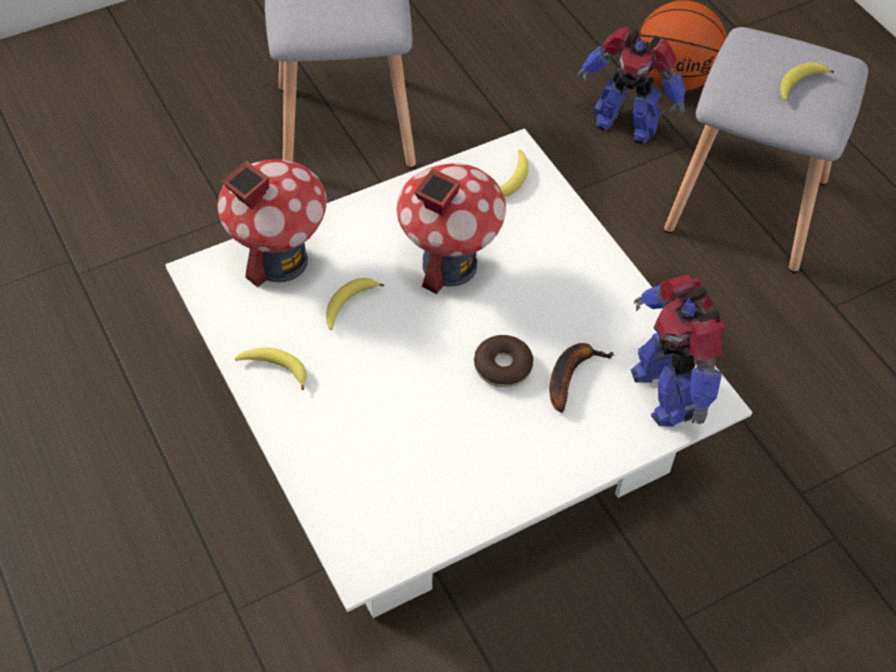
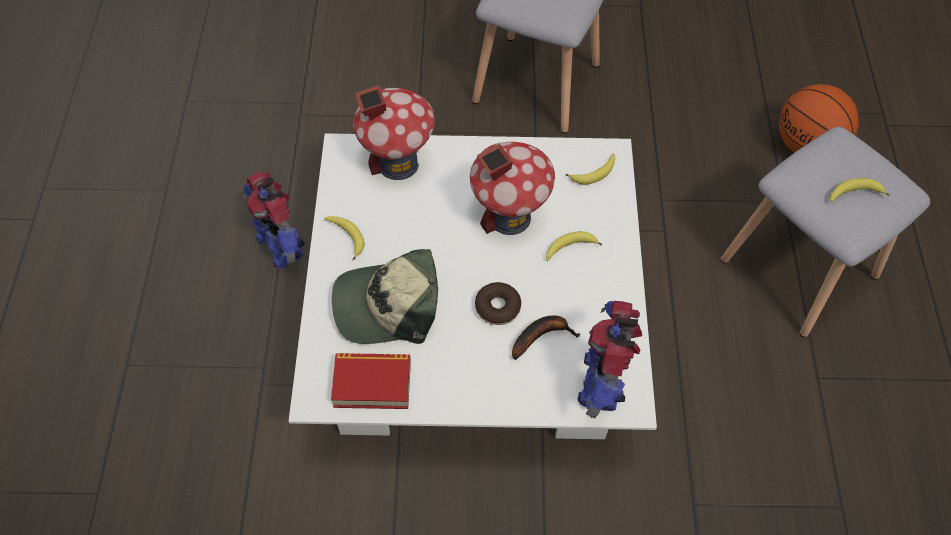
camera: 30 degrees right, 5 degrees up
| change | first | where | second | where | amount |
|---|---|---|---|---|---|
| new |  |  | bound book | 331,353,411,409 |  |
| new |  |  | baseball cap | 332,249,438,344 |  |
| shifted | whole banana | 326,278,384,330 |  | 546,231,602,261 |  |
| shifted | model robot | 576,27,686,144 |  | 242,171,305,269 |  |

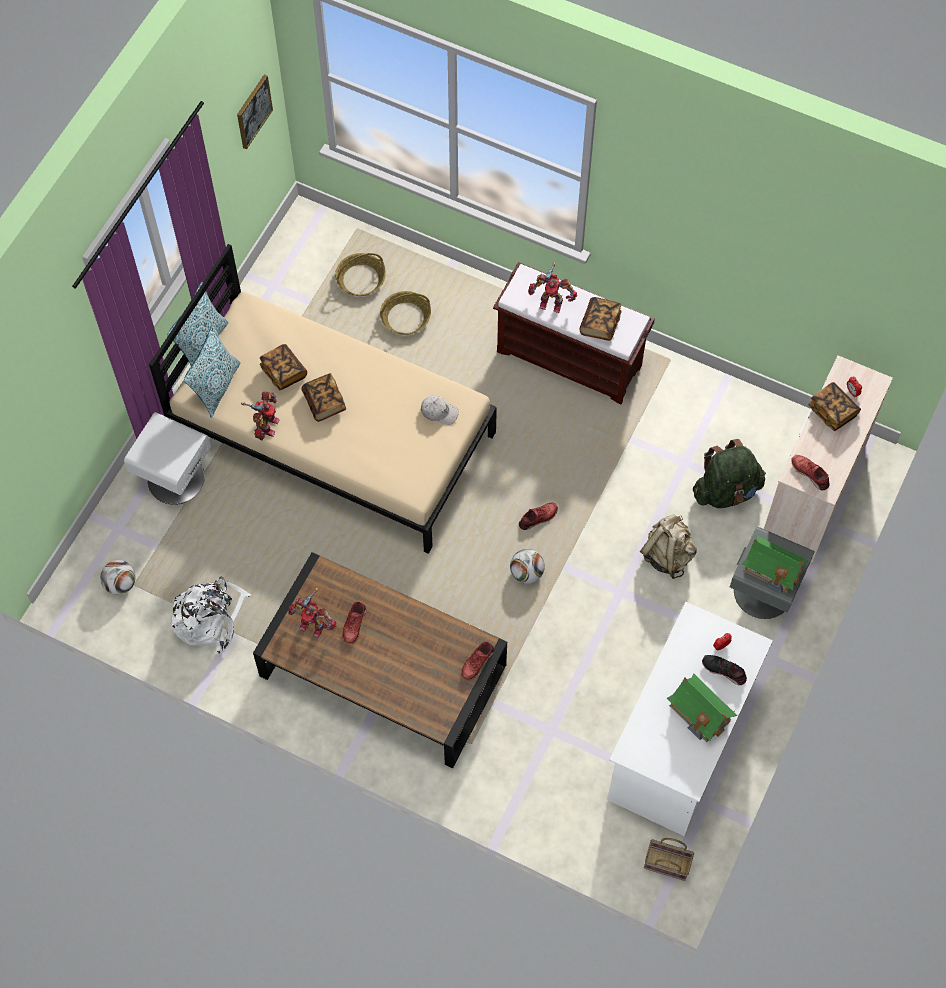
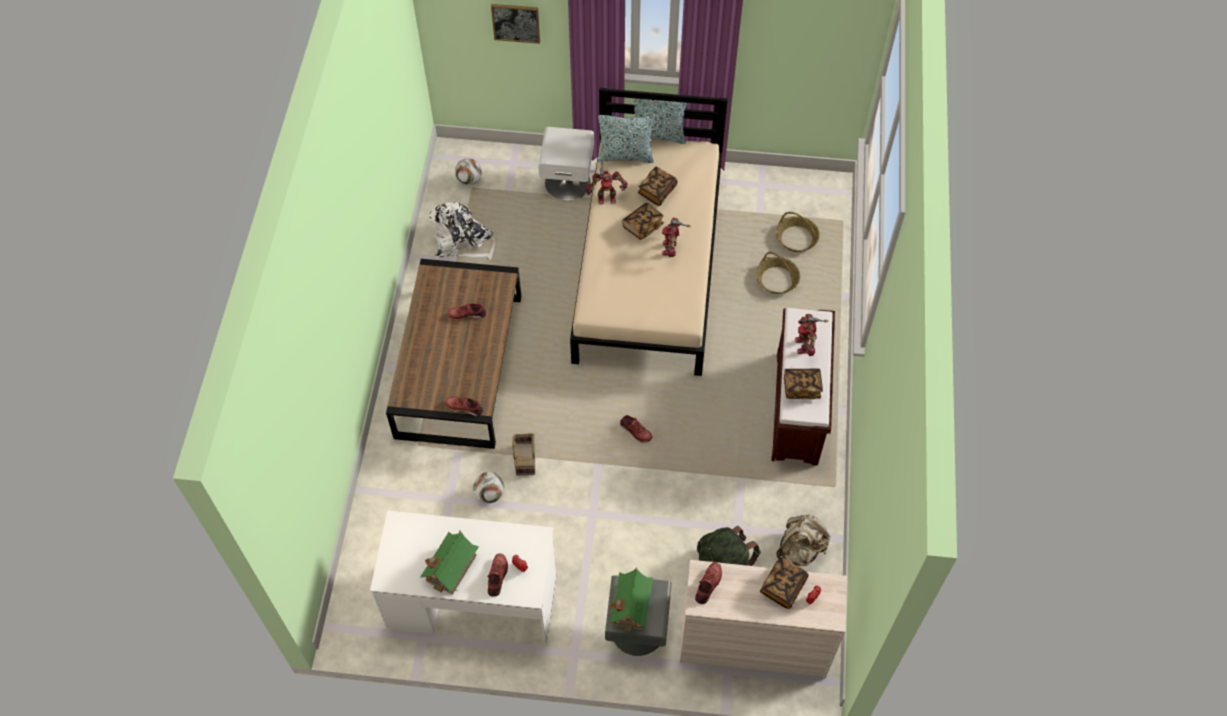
camera: 70 degrees right, 5 degrees down
| change | first | where | second | where | amount |
|---|---|---|---|---|---|
| gone | white-coloured baseball cap | 421,396,459,425 |  |  |  |
| shifted | wall picture | 237,74,273,150 |  | 491,4,540,44 |  |
| shifted | model robot | 288,587,336,638 |  | 662,218,691,257 |  |
| shifted | ball for football | 510,549,545,584 |  | 473,472,504,503 |  |
| shifted | beige backpack | 640,514,697,579 |  | 776,514,830,566 |  |
| shifted | household basket | 644,838,694,881 |  | 513,433,535,476 |  |
| repainted | black-coloured item of footwear | 702,655,747,685 | red item of footwear | 487,553,508,597 |  |

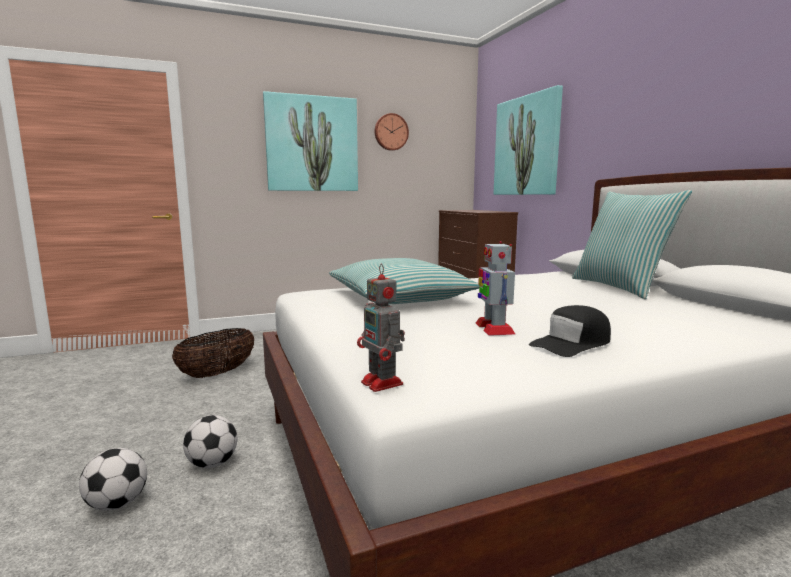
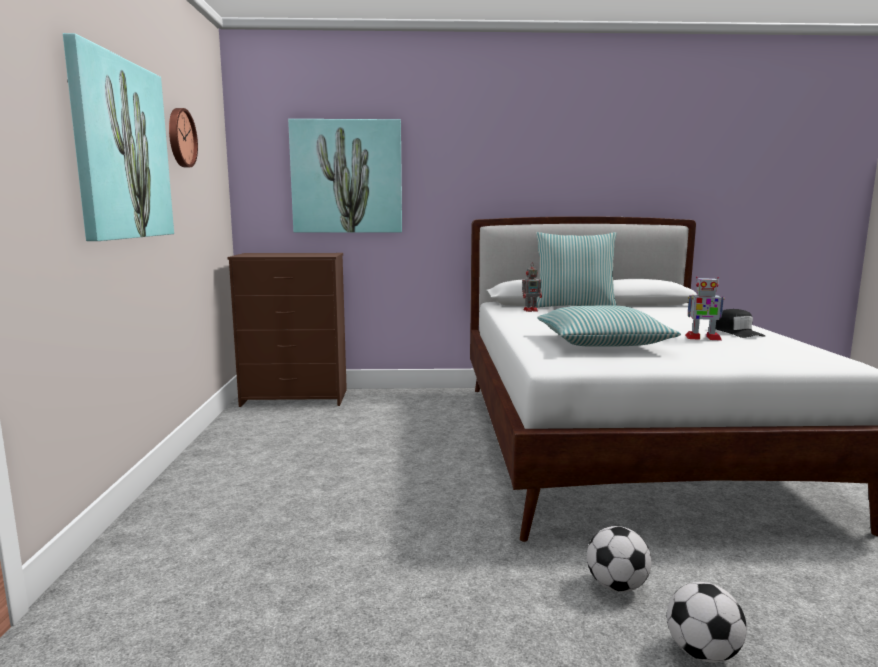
camera: 70 degrees left, 0 degrees up
| change | first | where | second | where | amount |
|---|---|---|---|---|---|
| gone | household basket | 172,328,254,378 |  |  |  |
| shifted | model robot | 357,264,405,392 |  | 522,263,542,312 |  |

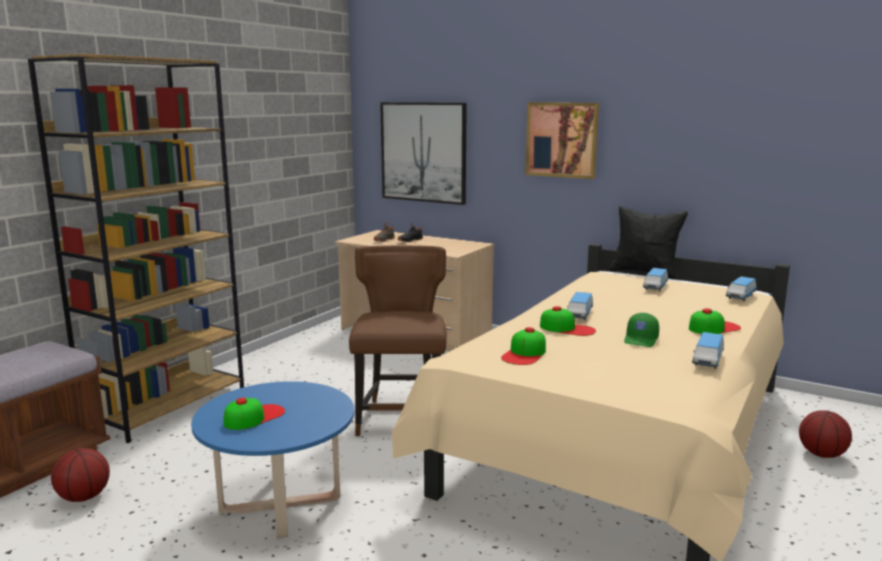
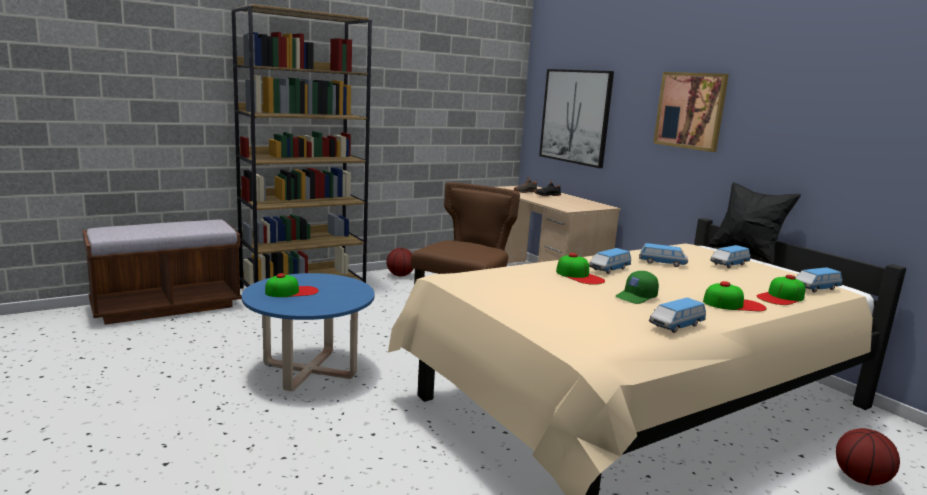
camera: 25 degrees right, 0 degrees up
| change | first | where | second | where | amount |
|---|---|---|---|---|---|
| new |  |  | model car | 639,243,688,267 |  |
| shifted | ball for basketball | 51,448,110,502 |  | 387,248,413,276 |  |
| shifted | baseball cap | 501,327,546,365 |  | 756,275,805,305 |  |

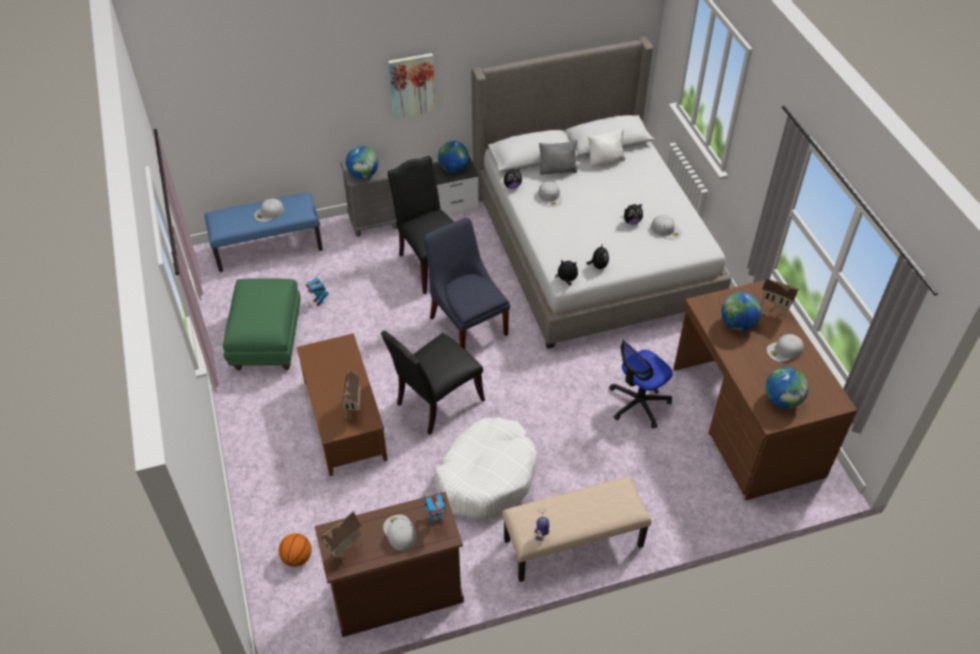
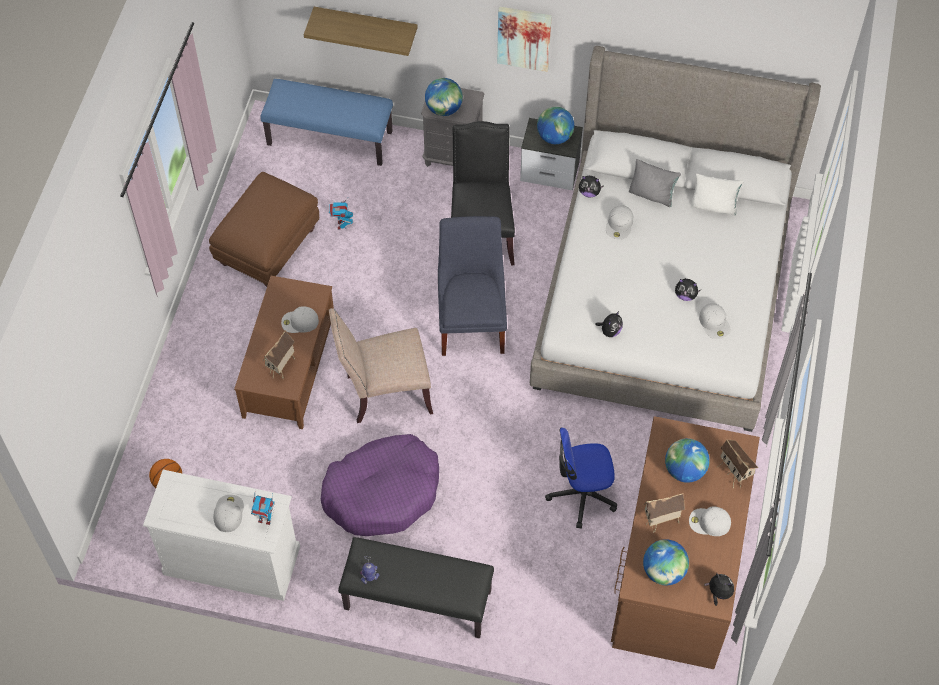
camera: 30 degrees right, 10 degrees up
| change | first | where | second | where | amount |
|---|---|---|---|---|---|
| new |  |  | shelf | 304,7,418,56 |  |
| shifted | white-coloured baseball cap | 254,198,284,222 |  | 281,306,319,333 |  |
| shifted | toy house | 321,511,363,564 |  | 644,493,685,533 |  |
| shifted | soft toy | 555,260,578,286 |  | 704,573,734,606 |  |
| repainted | green-coloured ottoman | 223,278,301,370 | brownish ottoman | 209,172,319,287 |  |
| repainted | brownish chest of drawers | 315,492,464,637 | white-coloured chest of drawers | 143,469,300,601 |  |
| repainted | black-coloured plain chair | 381,331,485,435 | beige plain chair | 329,308,433,423 |  |
| repainted | white-coloured dog cushion | 434,417,537,519 | purple-coloured dog cushion | 321,434,439,536 |  |
| repainted | beige long seat | 502,476,652,582 | black-coloured long seat | 338,537,494,638 |  |

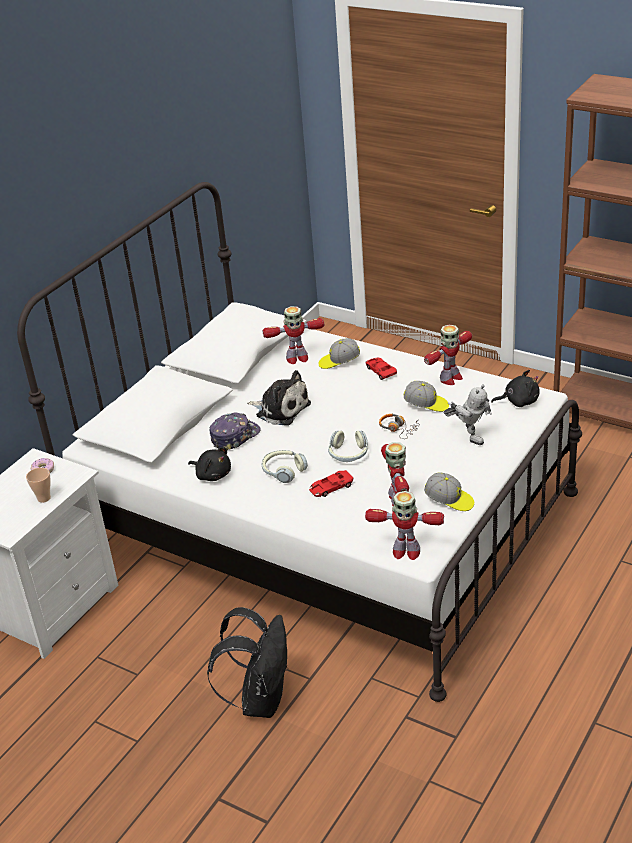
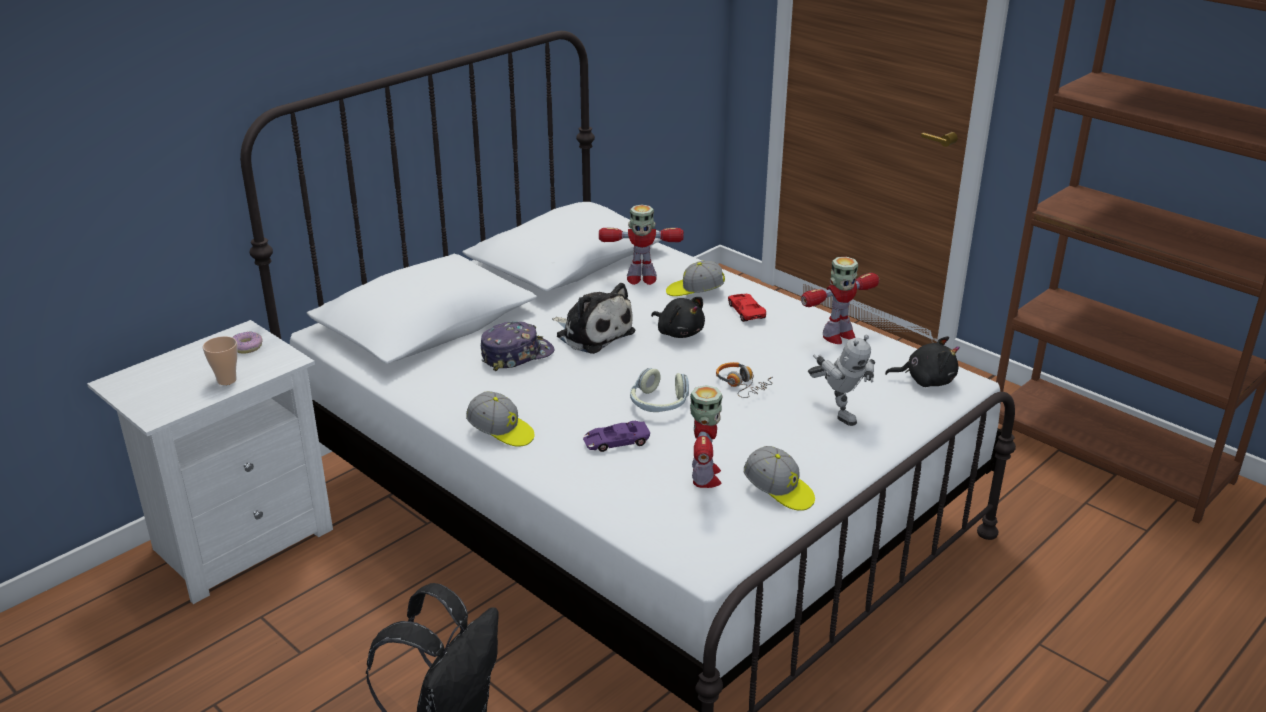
camera: 10 degrees right, 5 degrees down
| change | first | where | second | where | amount |
|---|---|---|---|---|---|
| gone | headset | 262,450,308,483 |  |  |  |
| gone | model robot | 365,491,444,560 |  |  |  |
| shifted | black-coloured soft toy | 188,447,231,481 |  | 651,297,705,338 |  |
| shifted | baseball cap | 403,381,449,412 |  | 466,391,535,446 |  |
| repainted | red model car | 309,470,353,497 | purple-coloured model car | 583,421,650,452 |  |

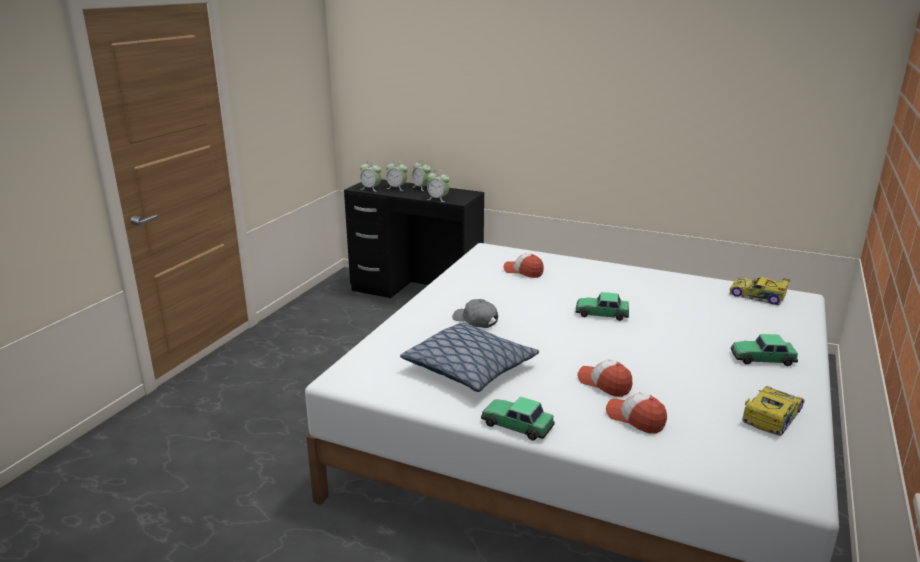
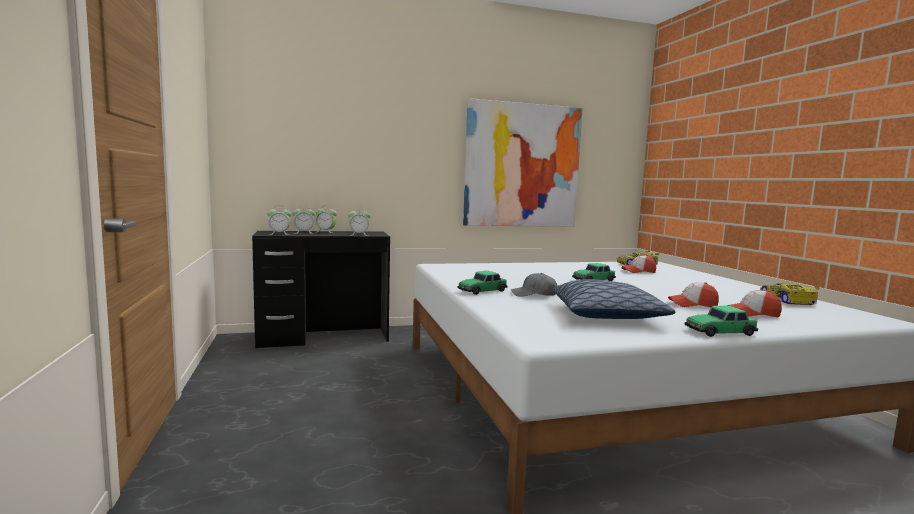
camera: 40 degrees left, 15 degrees down
| change | first | where | second | where | amount |
|---|---|---|---|---|---|
| new |  |  | wall picture | 463,98,583,227 |  |
| shifted | baseball cap | 503,253,544,278 |  | 621,255,656,273 |  |
| shifted | model car | 731,334,798,366 |  | 457,271,508,295 |  |

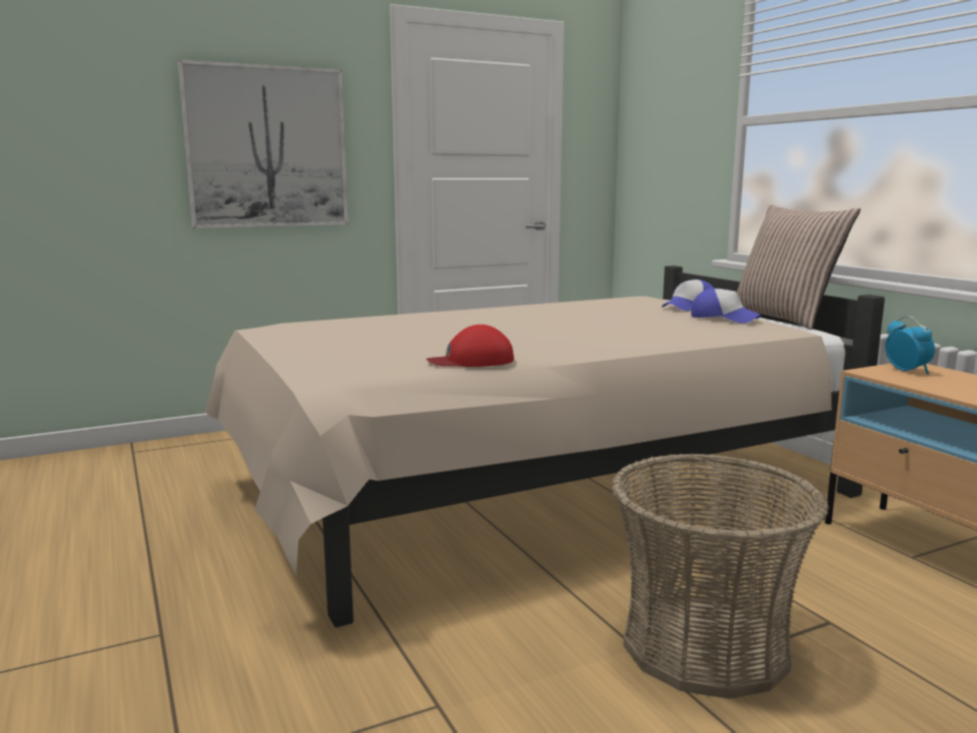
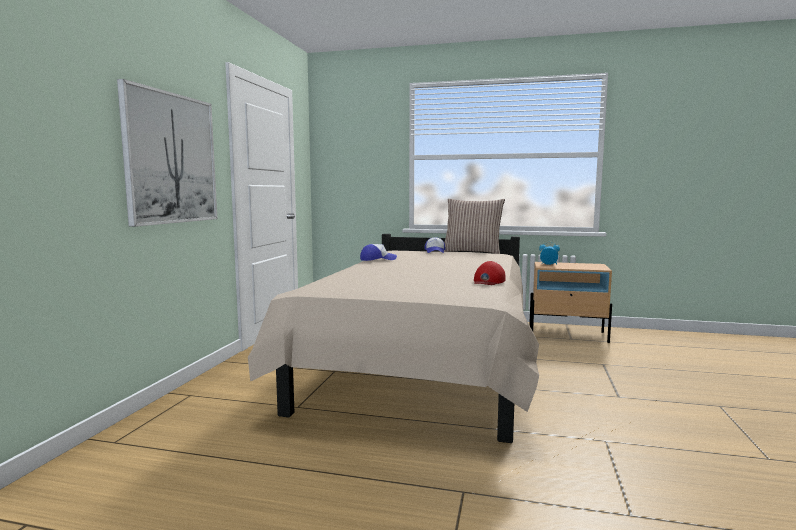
camera: 50 degrees left, 5 degrees down
| change | first | where | second | where | amount |
|---|---|---|---|---|---|
| gone | household basket | 611,454,829,699 |  |  |  |
| shifted | baseball cap | 691,288,761,323 |  | 360,244,397,261 |  |

